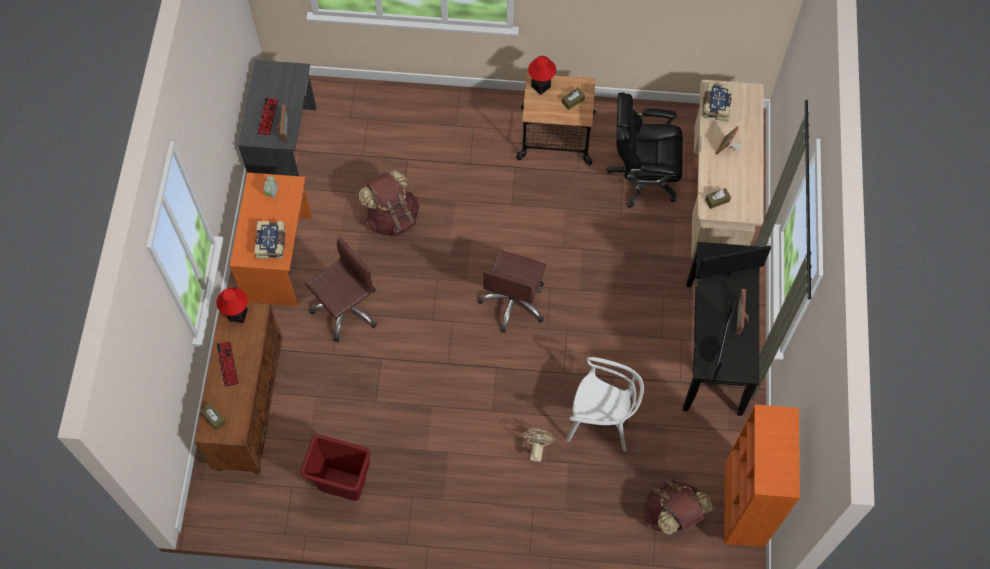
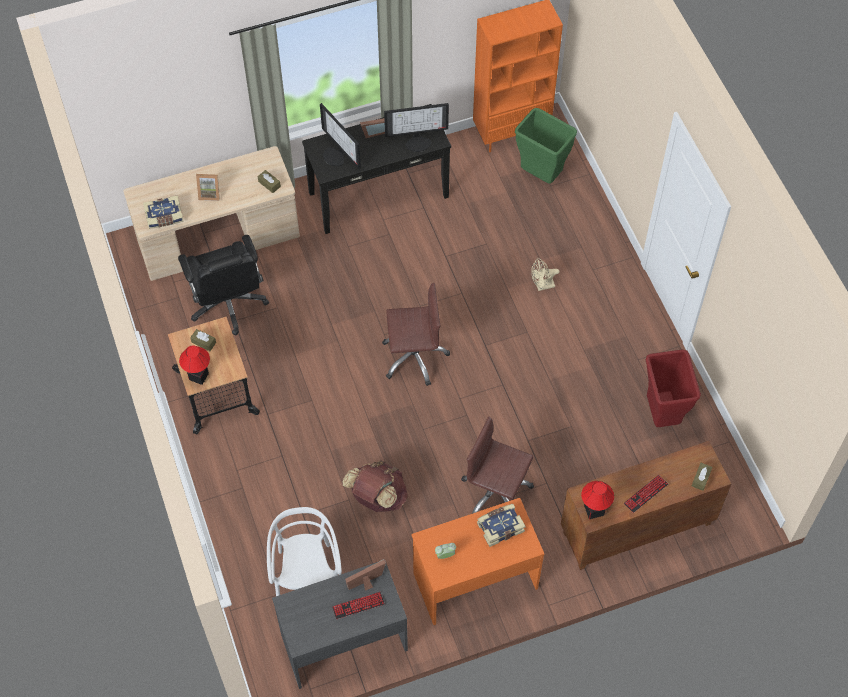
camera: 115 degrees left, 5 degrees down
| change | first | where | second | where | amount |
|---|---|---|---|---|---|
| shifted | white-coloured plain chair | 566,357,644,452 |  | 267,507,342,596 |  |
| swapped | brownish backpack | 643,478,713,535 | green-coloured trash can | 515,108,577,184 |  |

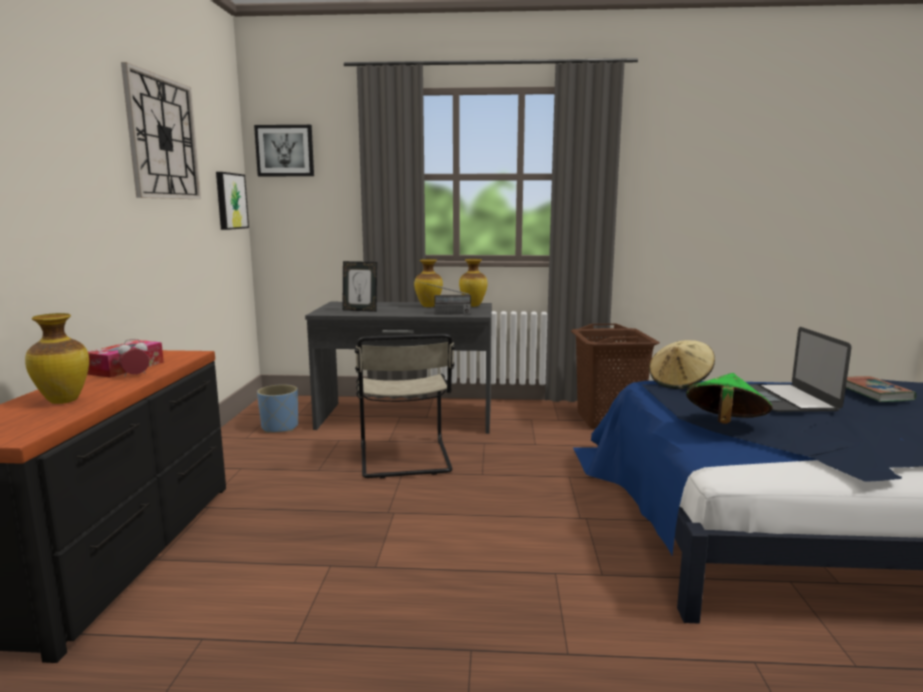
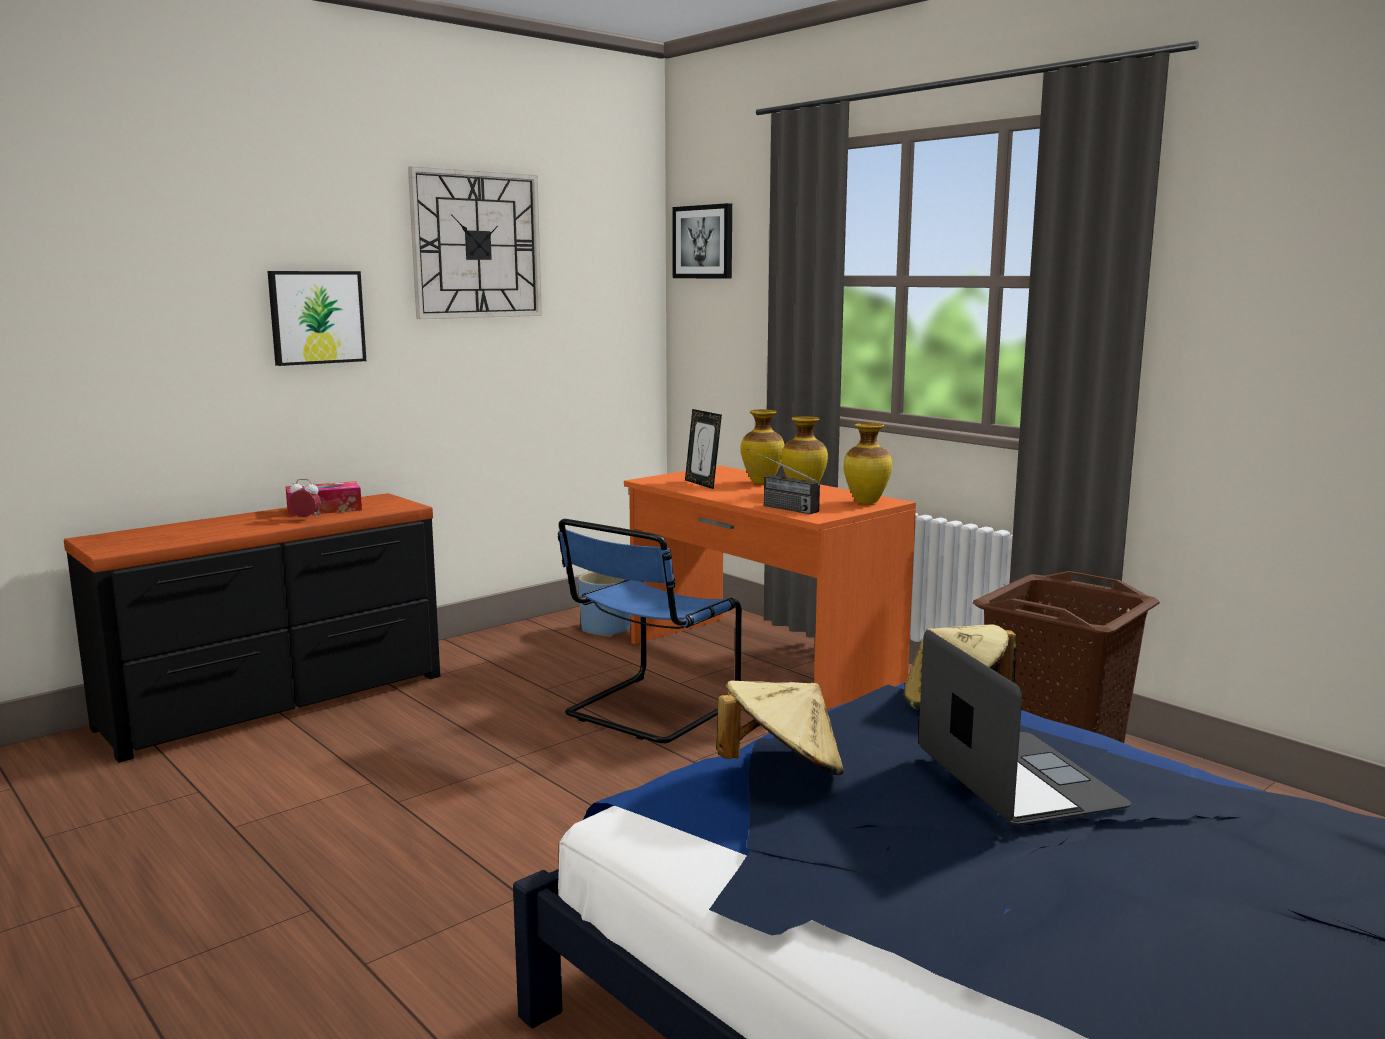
camera: 45 degrees right, 0 degrees up
| change | first | where | second | where | amount |
|---|---|---|---|---|---|
| gone | bound book | 846,376,916,402 |  |  |  |
| shifted | vase | 25,313,89,404 |  | 741,410,785,484 |  |
| shifted | wall picture | 216,172,249,230 |  | 267,271,366,366 |  |
| repainted | grey desk table | 305,302,492,434 | orange desk table | 624,466,916,710 |  |
| repainted | beige plain chair | 355,334,455,478 | bluish plain chair | 558,519,742,743 |  |
| repainted | green-coloured hat | 686,373,773,424 | beige hat | 717,681,844,775 |  |
| rotated | notebook computer | 750,327,851,412 |  | 918,630,1131,825 | 120 degrees clockwise |

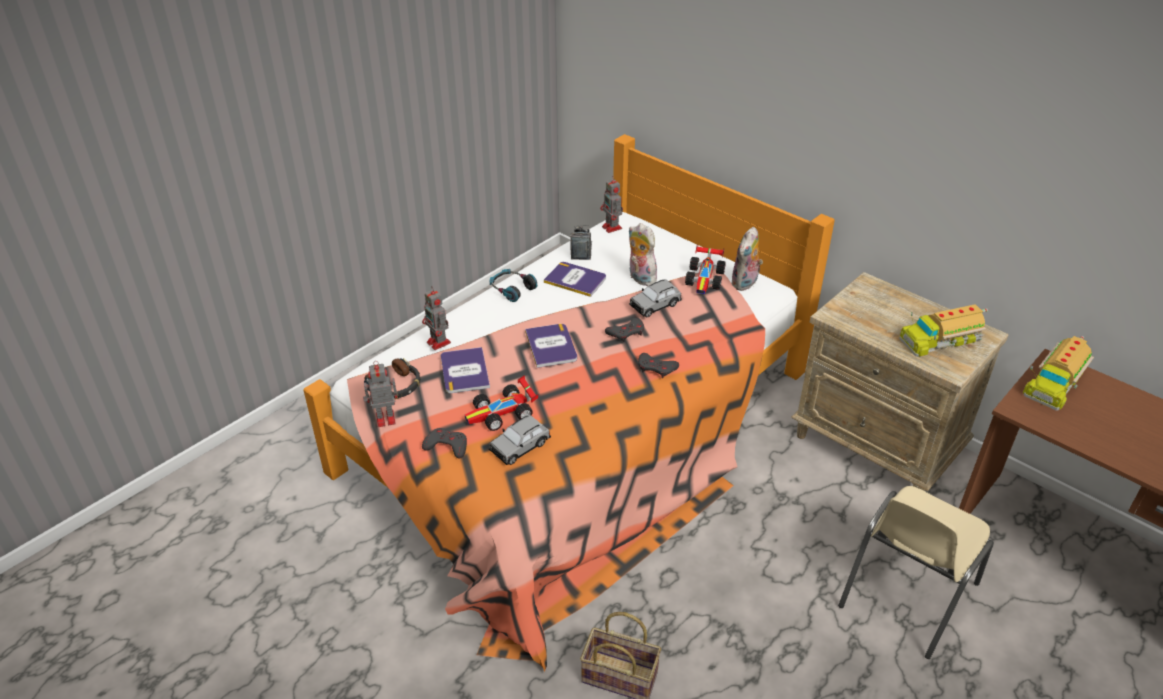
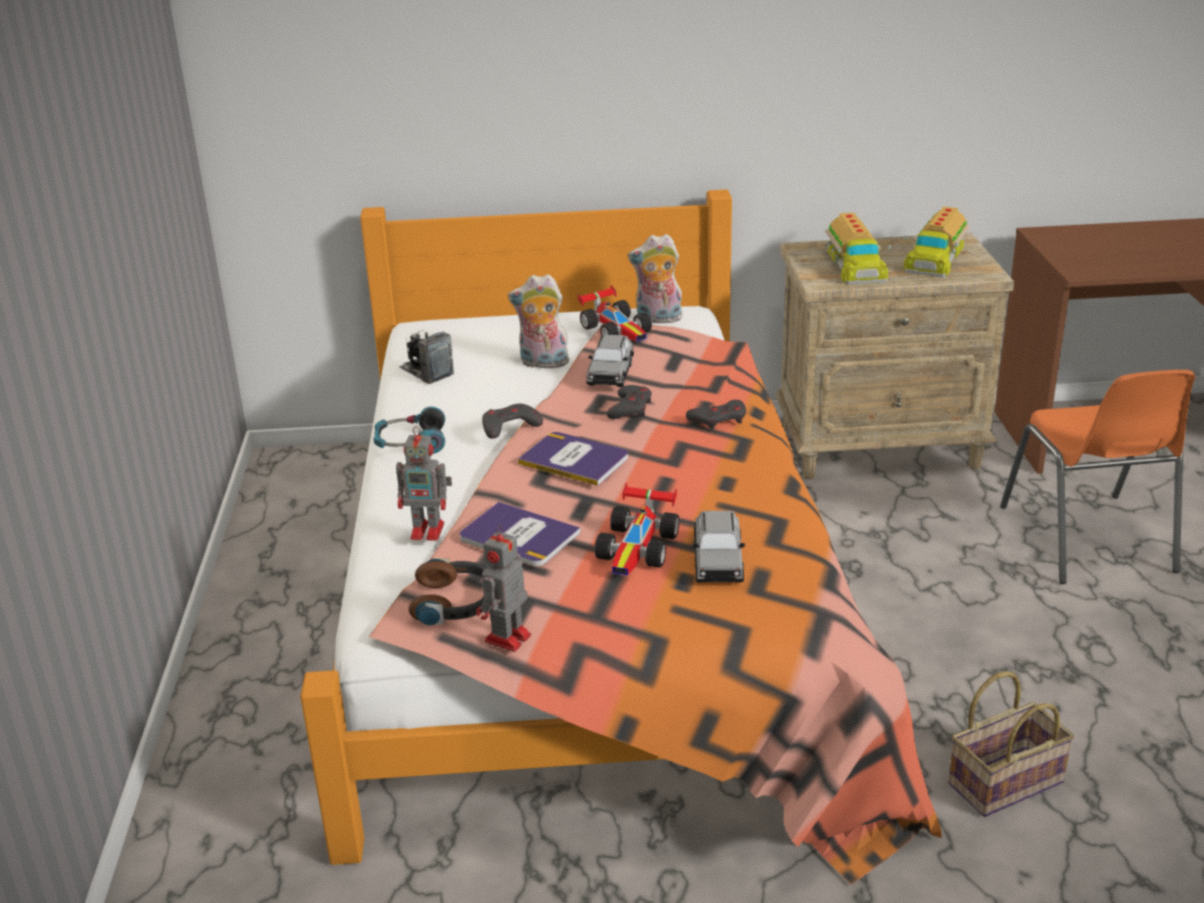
camera: 45 degrees left, 10 degrees down
| change | first | where | second | where | amount |
|---|---|---|---|---|---|
| gone | bound book | 544,262,606,297 |  |  |  |
| gone | model robot | 600,176,623,233 |  |  |  |
| shifted | grey joypad | 422,428,467,458 |  | 482,403,543,439 |  |
| shifted | toy lorry | 1023,336,1094,410 |  | 825,213,891,285 |  |
| repainted | beige plain chair | 838,486,994,659 | orange plain chair | 1000,370,1196,584 |  |
| rotated | soft toy | 732,227,763,291 |  | 628,234,684,323 | 105 degrees clockwise |

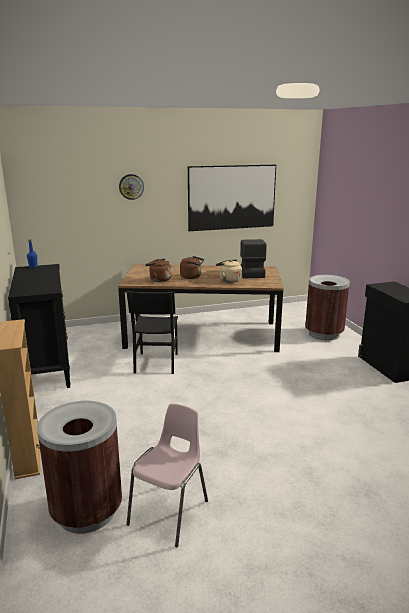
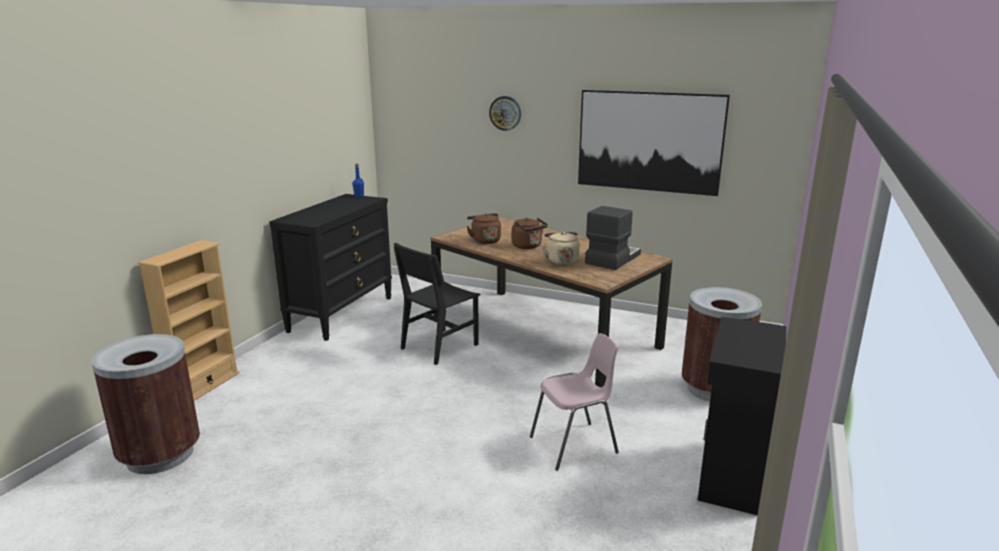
camera: 40 degrees right, 0 degrees up
| change | first | where | second | where | amount |
|---|---|---|---|---|---|
| shifted | pinkish plain chair | 127,404,208,547 |  | 530,333,619,471 |  |

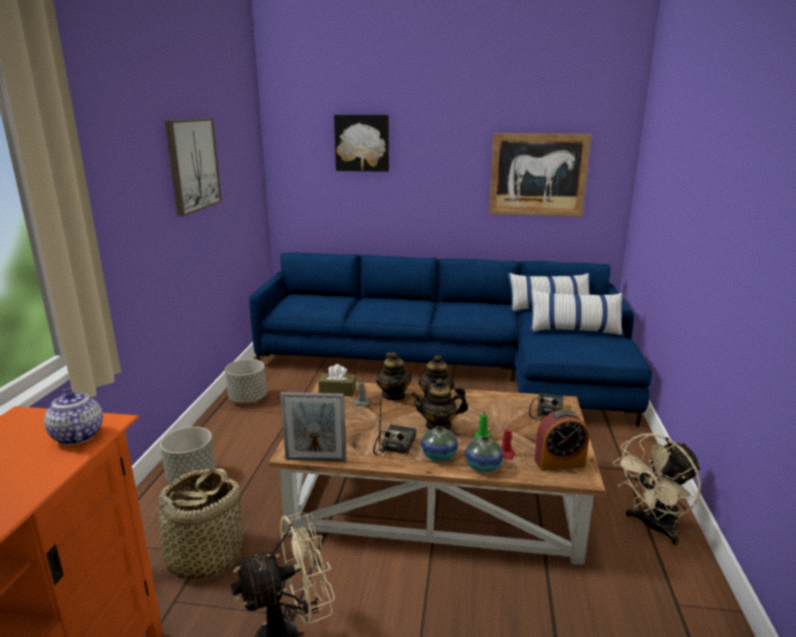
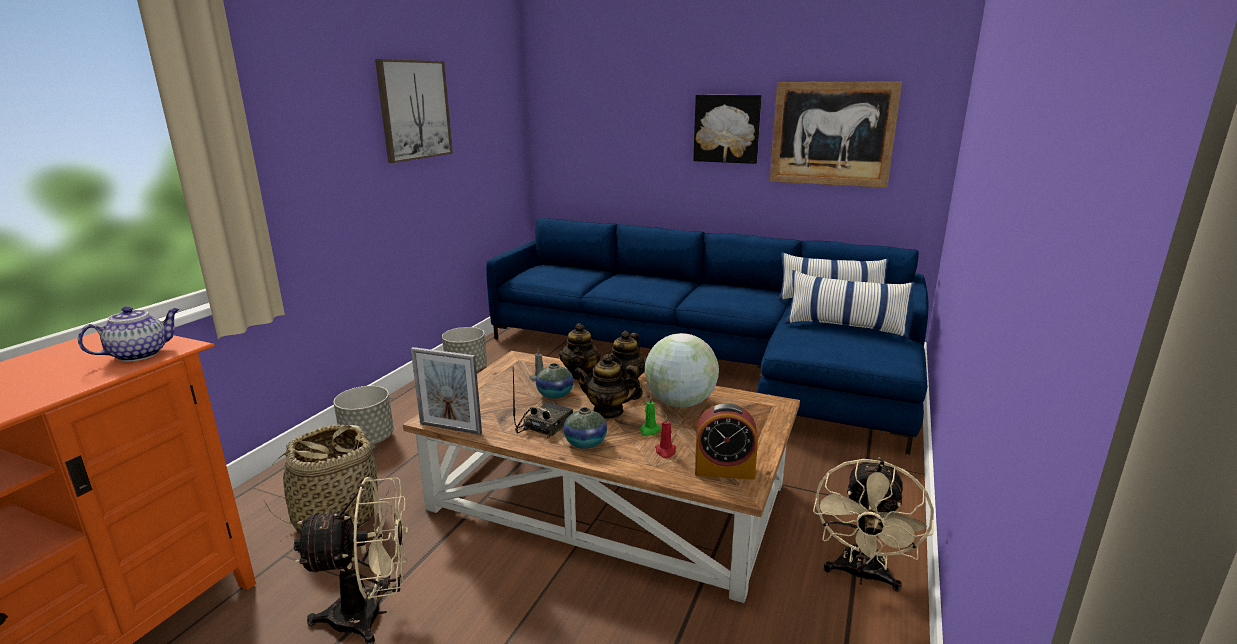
camera: 15 degrees right, 0 degrees up
| change | first | where | second | where | amount |
|---|---|---|---|---|---|
| gone | brownish tissue box | 318,364,356,396 |  |  |  |
| gone | radio | 529,370,563,419 |  |  |  |
| new |  |  | globe | 645,333,719,408 |  |
| shifted | wall picture | 334,115,389,172 |  | 693,95,761,164 |  |
| shifted | vase | 465,436,503,472 |  | 536,363,574,399 |  |
| rotated | teapot | 44,388,103,445 |  | 78,306,179,362 | 60 degrees clockwise |
| rotated | beige fan | 613,433,701,545 |  | 813,458,934,592 | 45 degrees counterclockwise |

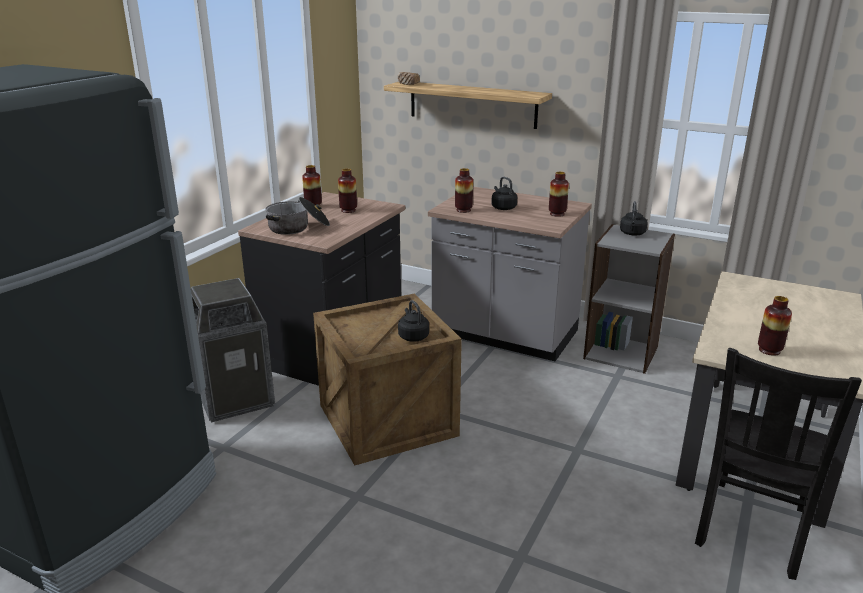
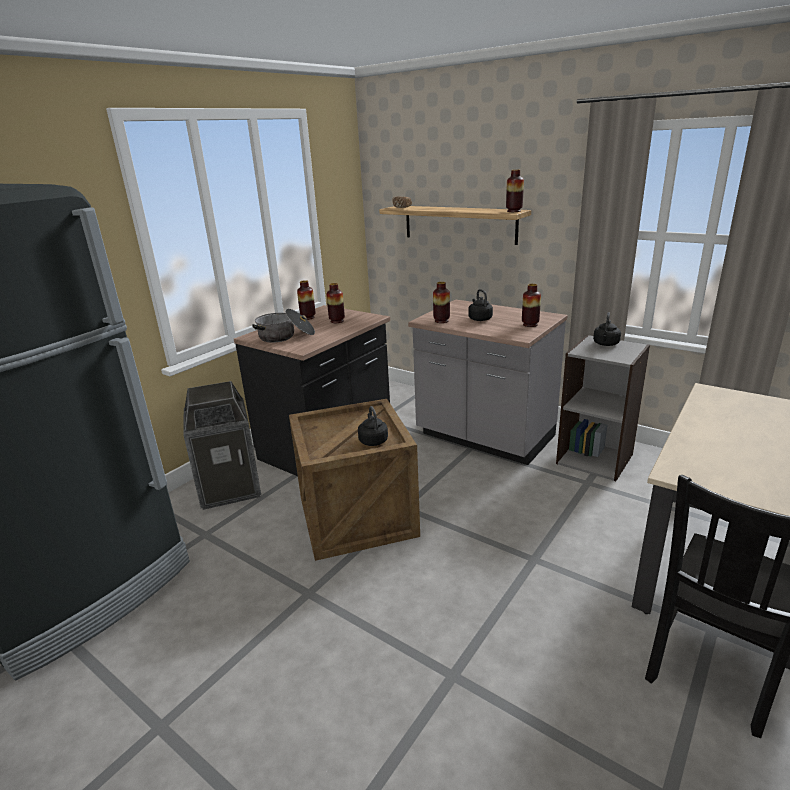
camera: 10 degrees right, 0 degrees up
| change | first | where | second | where | amount |
|---|---|---|---|---|---|
| shifted | vase | 758,296,792,356 |  | 506,170,524,212 |  |

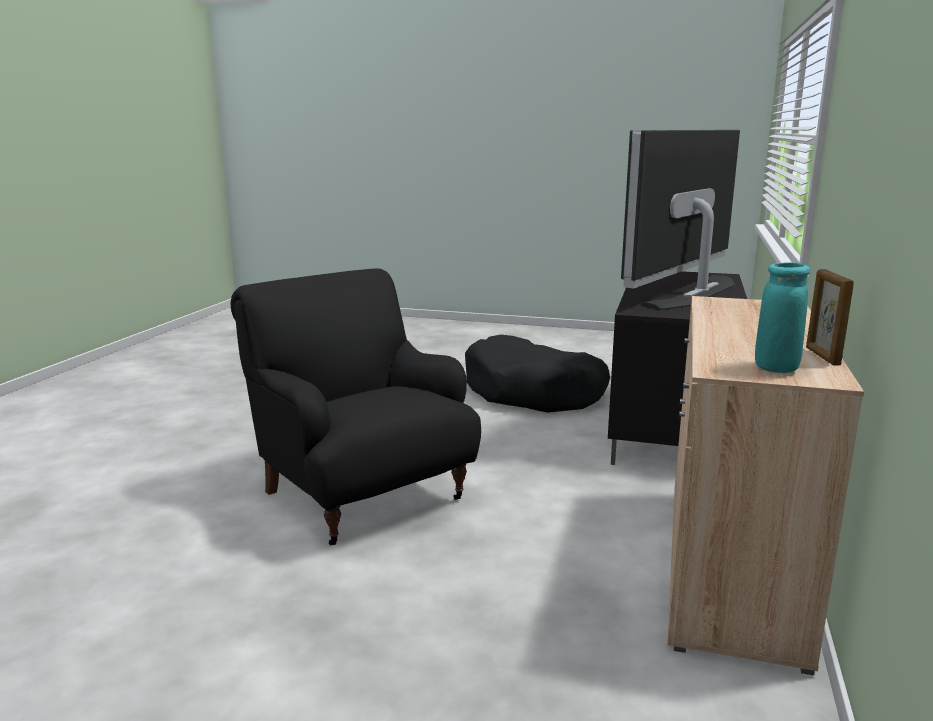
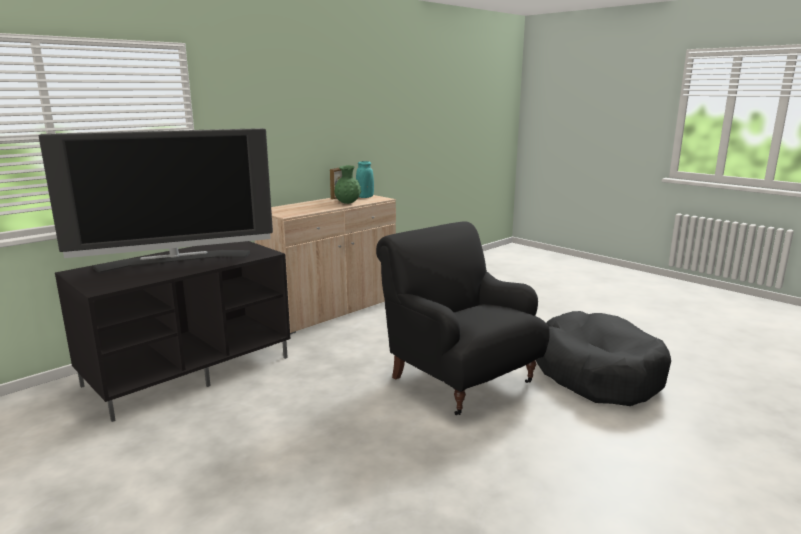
camera: 150 degrees left, 0 degrees up
| change | first | where | second | where | amount |
|---|---|---|---|---|---|
| new |  |  | green-coloured vase | 334,165,361,204 |  |
| shifted | black-coloured dog cushion | 465,335,610,413 |  | 536,311,671,406 |  |
| rotated | black-coloured lounge chair | 231,268,481,545 |  | 376,221,550,415 | 150 degrees clockwise |

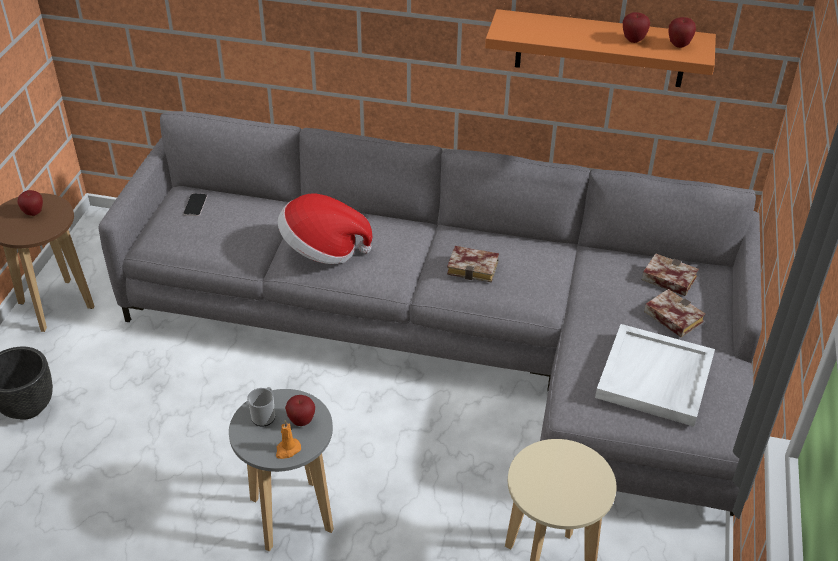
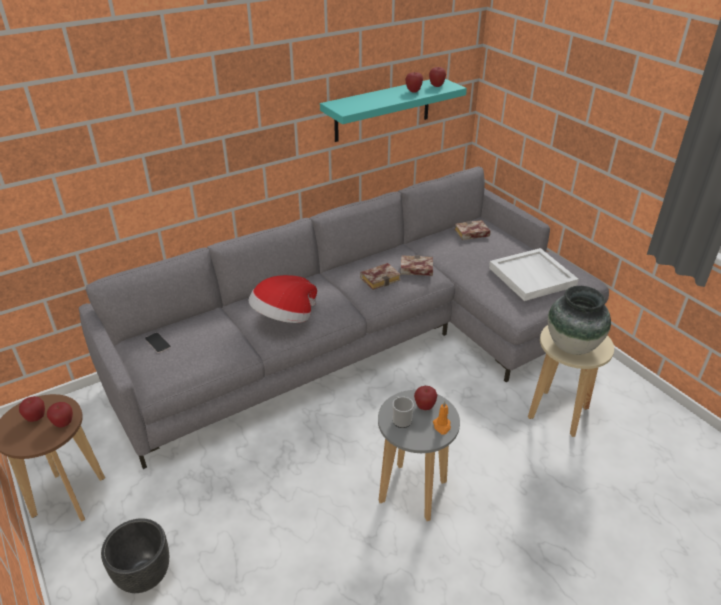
camera: 45 degrees left, 5 degrees down
| change | first | where | second | where | amount |
|---|---|---|---|---|---|
| new |  |  | whole apple | 47,402,73,428 |  |
| new |  |  | vase | 548,286,611,355 |  |
| shifted | bound book | 644,289,706,337 |  | 400,255,433,276 |  |
| repainted | orange shelf | 485,9,716,87 | turquoise-coloured shelf | 320,79,467,142 |  |

